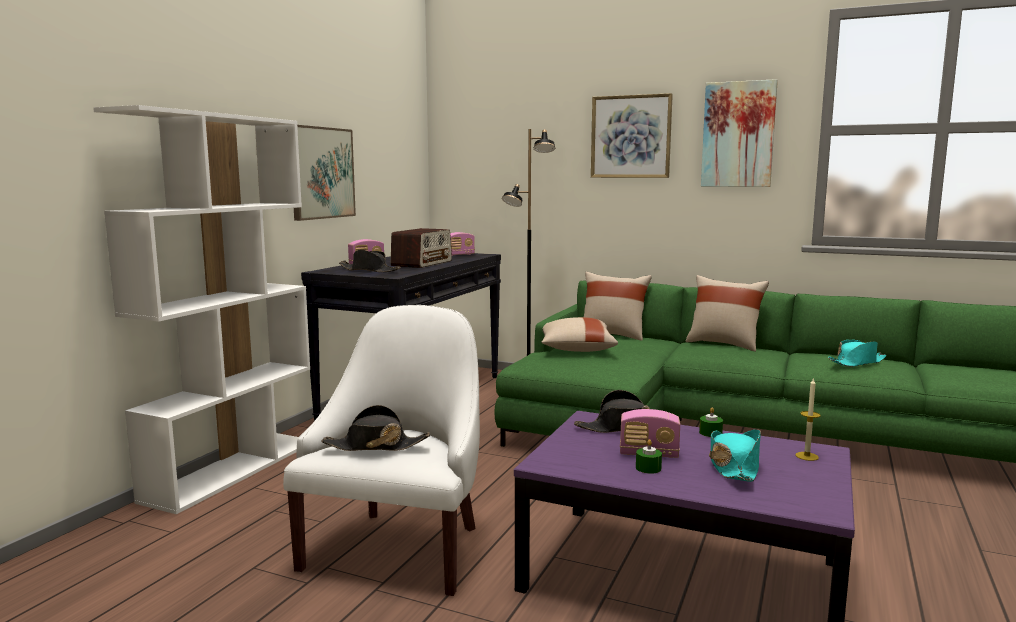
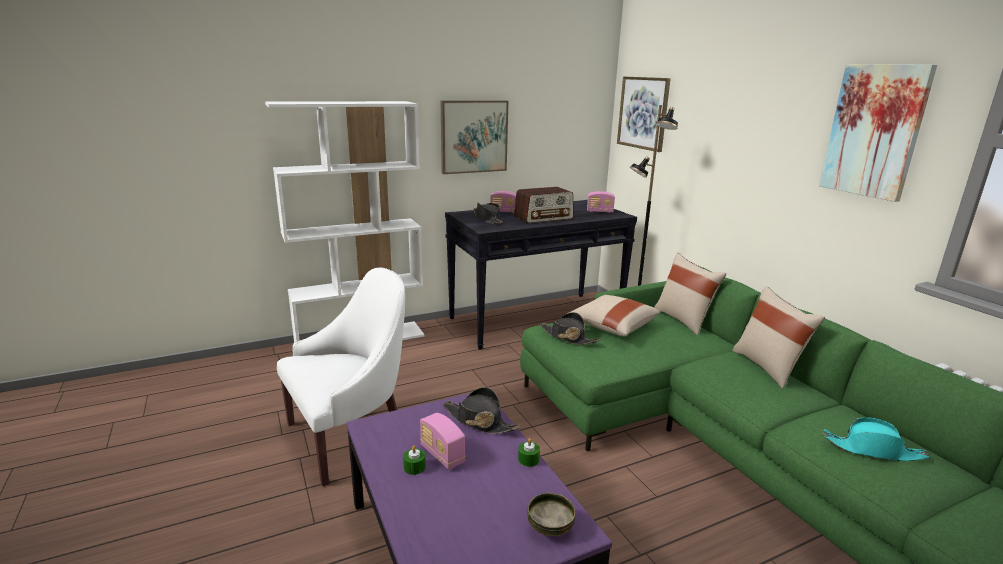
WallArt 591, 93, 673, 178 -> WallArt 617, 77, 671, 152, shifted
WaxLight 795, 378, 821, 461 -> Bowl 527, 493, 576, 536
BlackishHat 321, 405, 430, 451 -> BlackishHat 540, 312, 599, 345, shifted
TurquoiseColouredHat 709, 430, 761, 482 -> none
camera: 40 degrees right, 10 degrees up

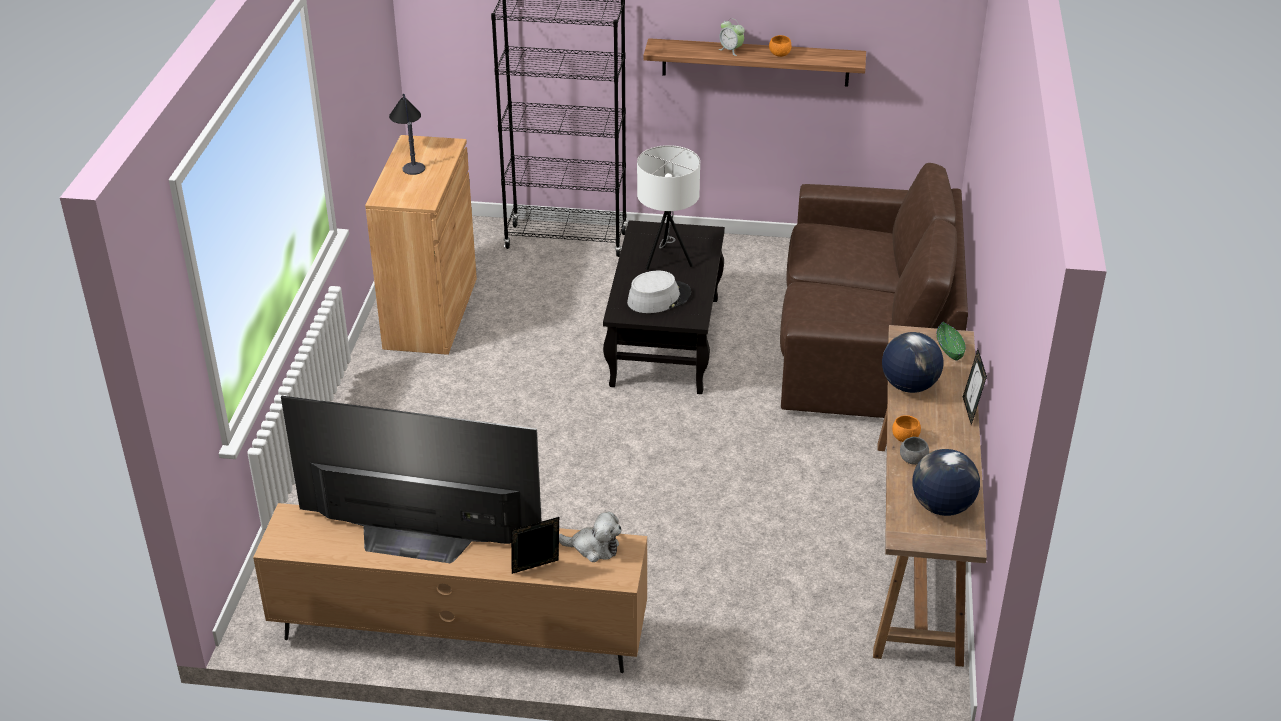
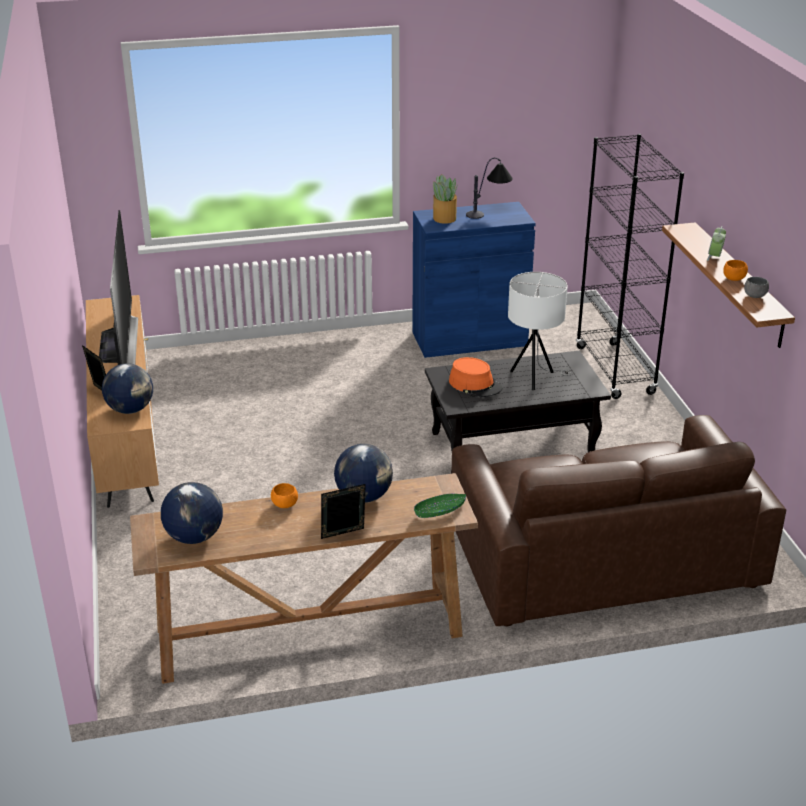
BrownCabinet 365, 135, 477, 355 -> BlueColouredCabinet 412, 202, 536, 358
GrayHat 627, 270, 691, 313 -> OrangeHat 449, 357, 502, 397
GrayBowl 900, 437, 929, 465 -> GrayBowl 744, 277, 769, 298, shifted
PlushToy 559, 512, 621, 562 -> Globe 102, 363, 153, 414
none -> Houseplant 433, 174, 458, 224
camera: 70 degrees right, 5 degrees down

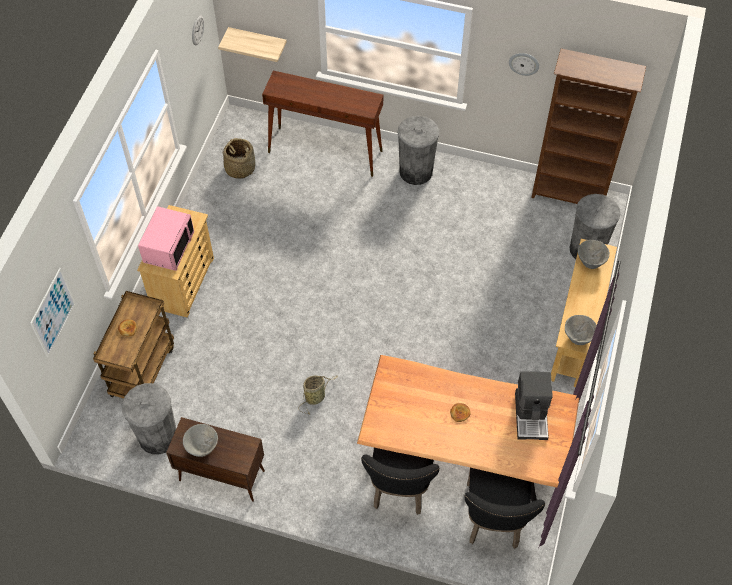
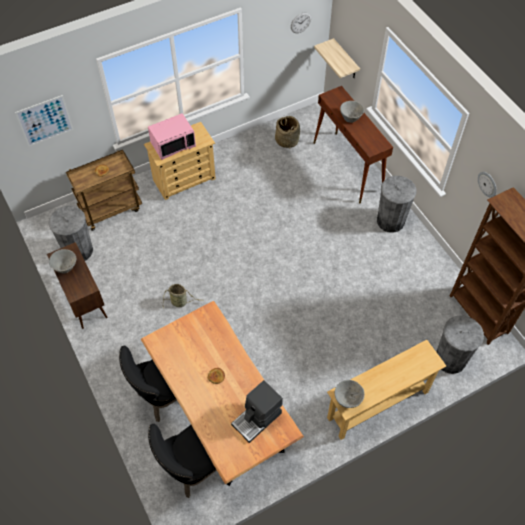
GrayBowl 578, 240, 610, 269 -> GrayBowl 340, 101, 364, 123, shifted
camera: 45 degrees right, 0 degrees up

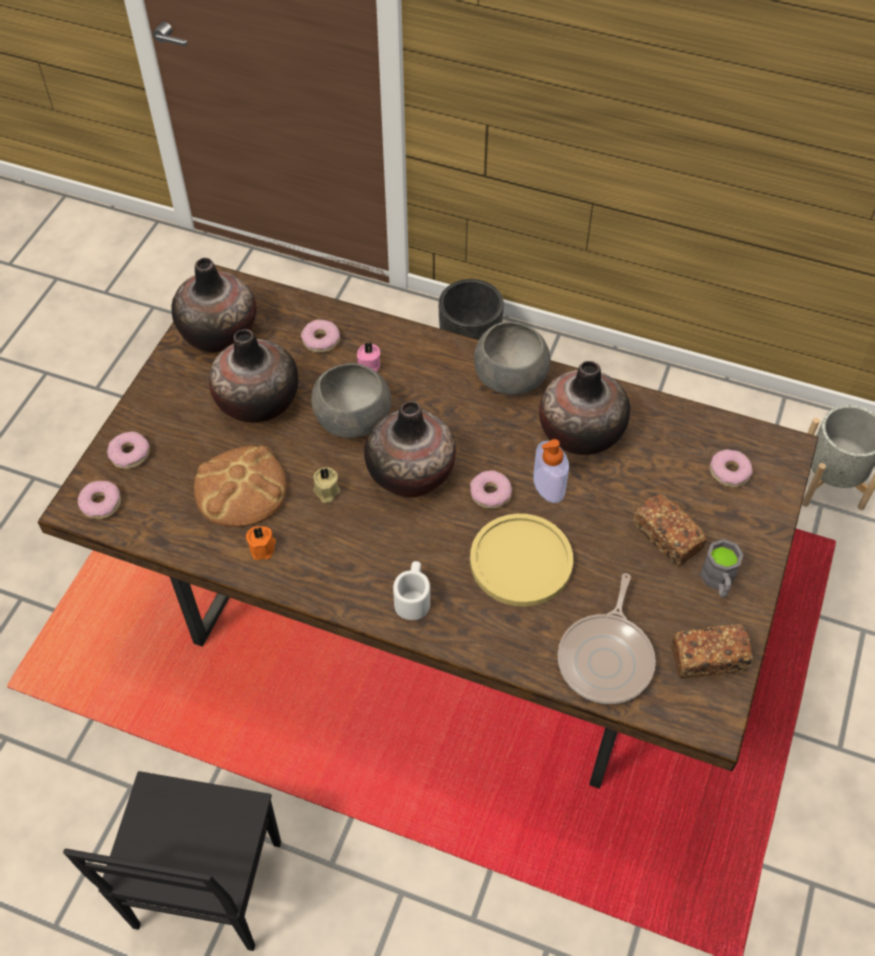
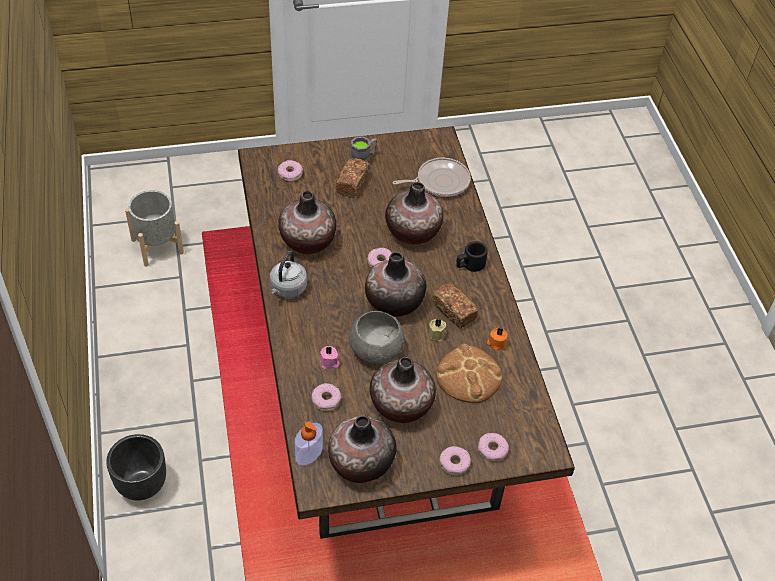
GrayBowl 474, 322, 551, 395 -> GrayKettle 270, 251, 307, 298
LiquidSoapBottle 533, 439, 569, 503 -> LiquidSoapBottle 295, 421, 323, 466, shifted
RingDoughnut 78, 481, 121, 519 -> RingDoughnut 439, 446, 471, 475, shifted
YellowishPlate 470, 514, 573, 607 -> FlowerVase 385, 182, 443, 244
WhiteColouredMug 393, 561, 430, 620 -> BlackishMug 456, 241, 488, 272
BakedBread 671, 624, 753, 679 -> BakedBread 432, 283, 478, 329, shifted
BlackishUprightChair 63, 771, 281, 951 -> none
camera: 125 degrees left, 5 degrees down

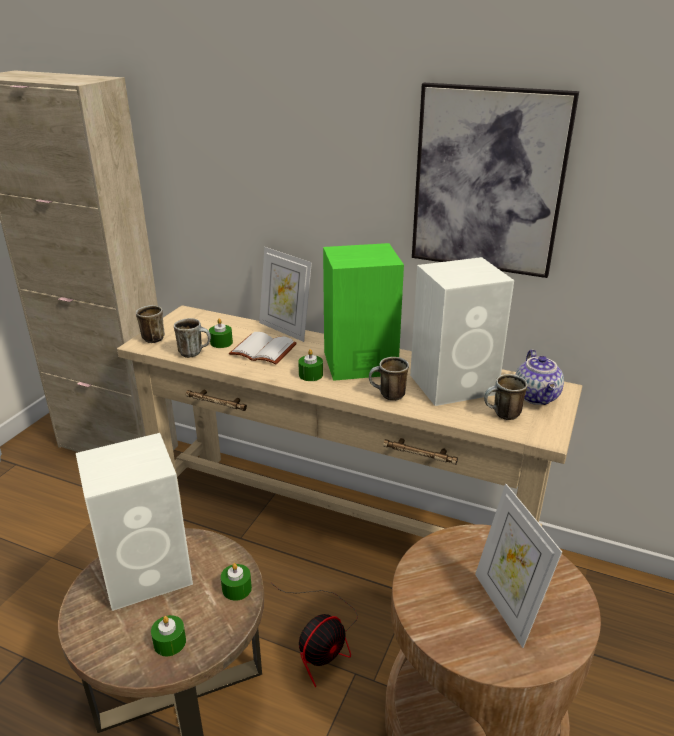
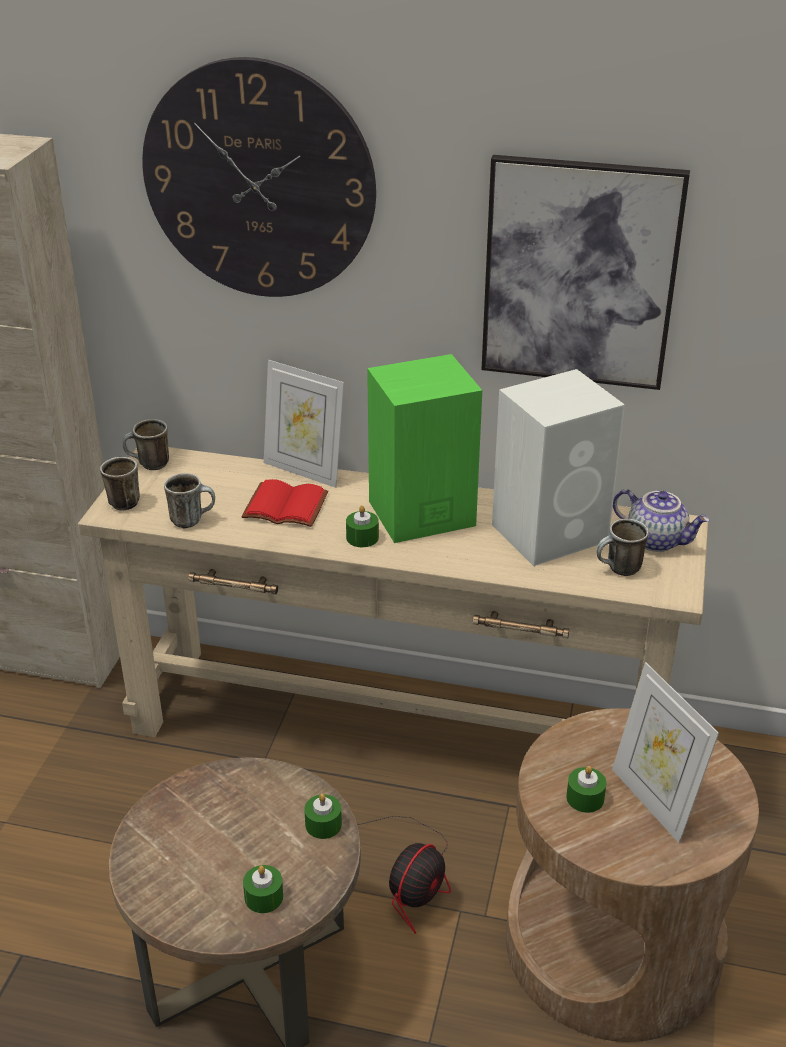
GreenishWaxLight 209, 319, 233, 348 -> GreenishWaxLight 566, 766, 607, 813, shifted
WhiteColouredBook 229, 332, 297, 364 -> RedColouredBook 241, 479, 328, 527
PotForTea 515, 349, 564, 405 -> PotForTea 613, 489, 710, 552, 45 degrees counterclockwise
Mug 369, 357, 409, 401 -> Mug 123, 419, 169, 470, shifted
WhiteColouredLoudspeaker 76, 433, 193, 611 -> none
none -> ClockOnTheWall 142, 57, 376, 297
camera: 10 degrees left, 5 degrees up

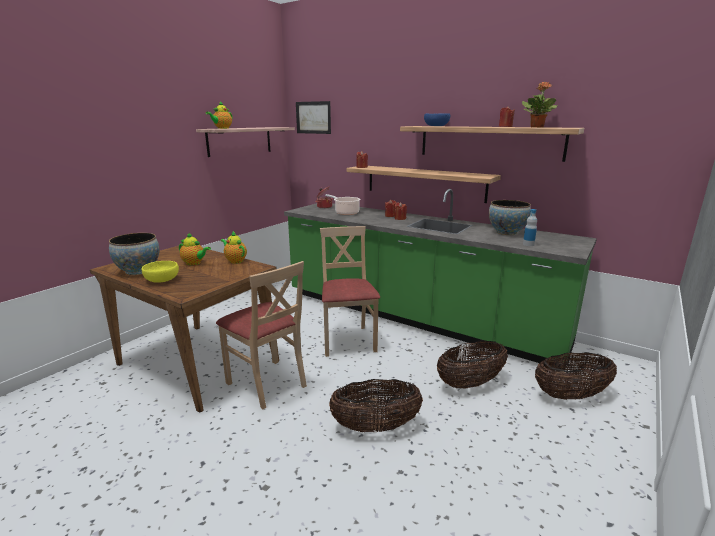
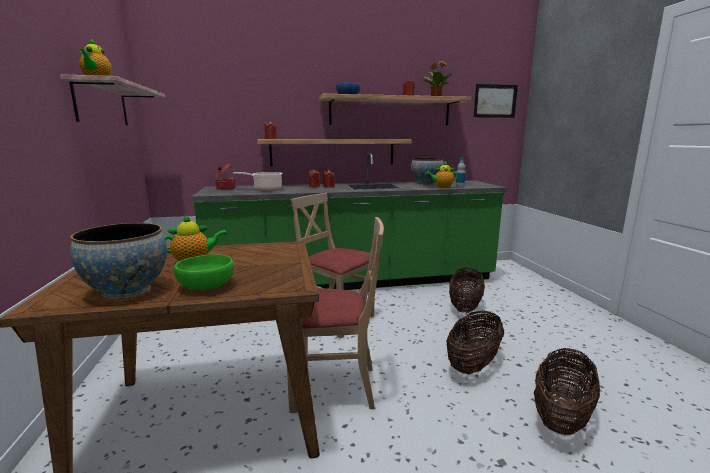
WallArt 296, 101, 331, 134 -> WallArt 474, 84, 518, 118, shifted
PotForTea 220, 231, 247, 264 -> PotForTea 425, 161, 457, 188, shifted
YellowishBowl 142, 261, 179, 283 -> GreenishBowl 174, 254, 234, 290
StorageBasket 535, 352, 617, 400 -> StorageBasket 534, 348, 600, 435, shifted
camera: 45 degrees left, 5 degrees down

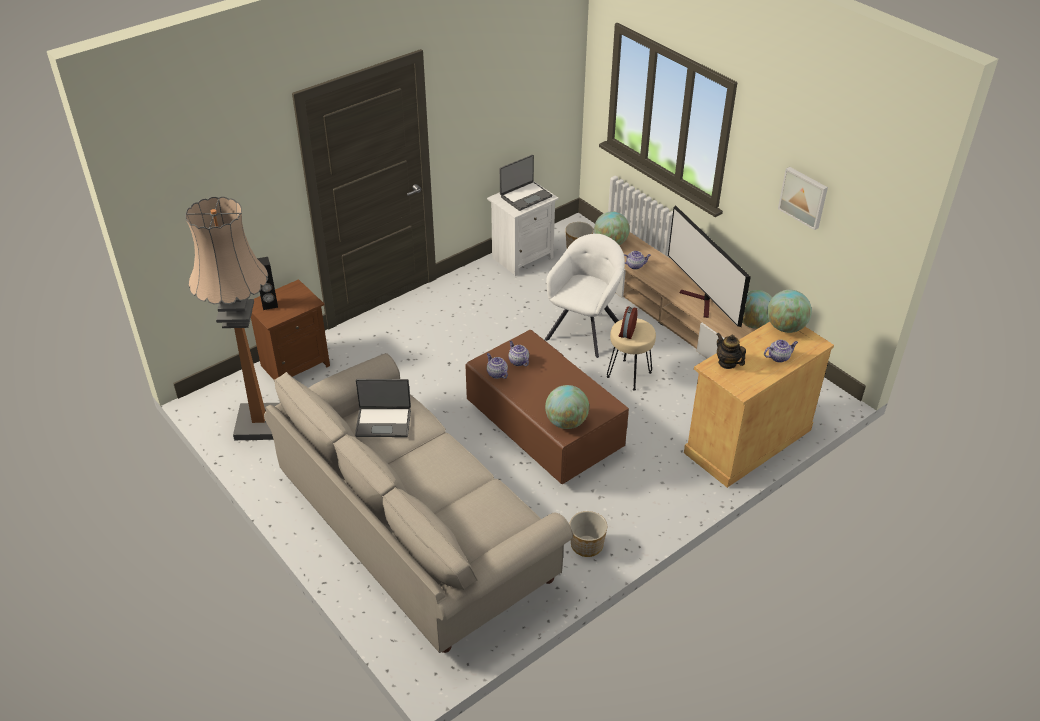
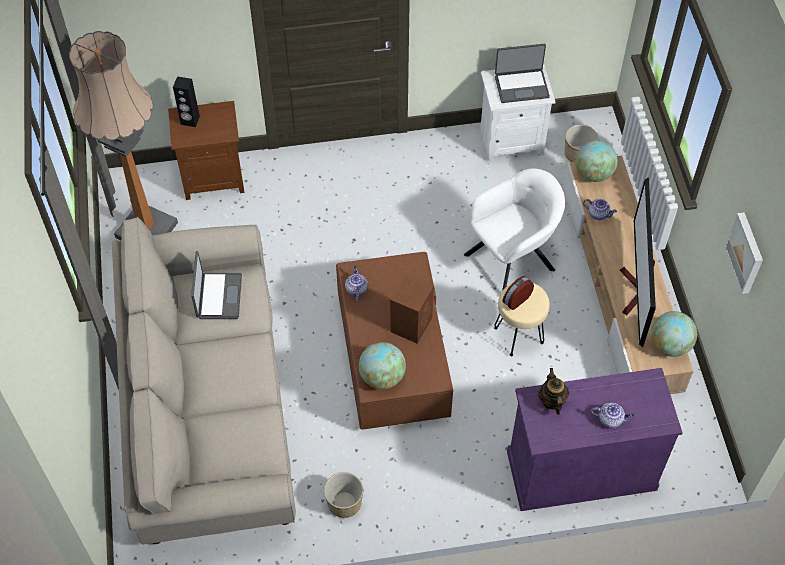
Globe 767, 290, 812, 333 -> none
BeigeCabinet 684, 322, 834, 488 -> PurplishCabinet 507, 368, 683, 511
PotForTea 508, 341, 529, 366 -> none
Laptop 355, 379, 411, 437 -> Laptop 191, 251, 242, 319, 120 degrees counterclockwise
none -> BrownLoudspeaker 390, 273, 434, 344
camera: 30 degrees right, 15 degrees up

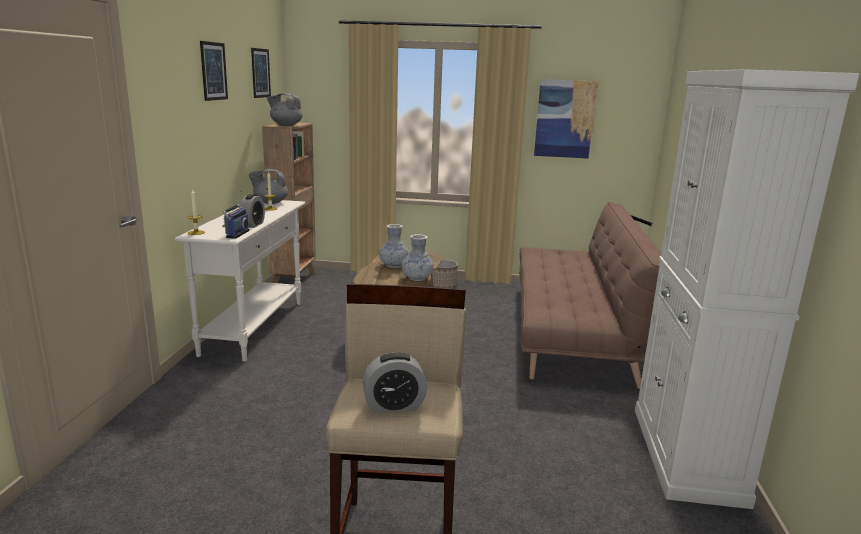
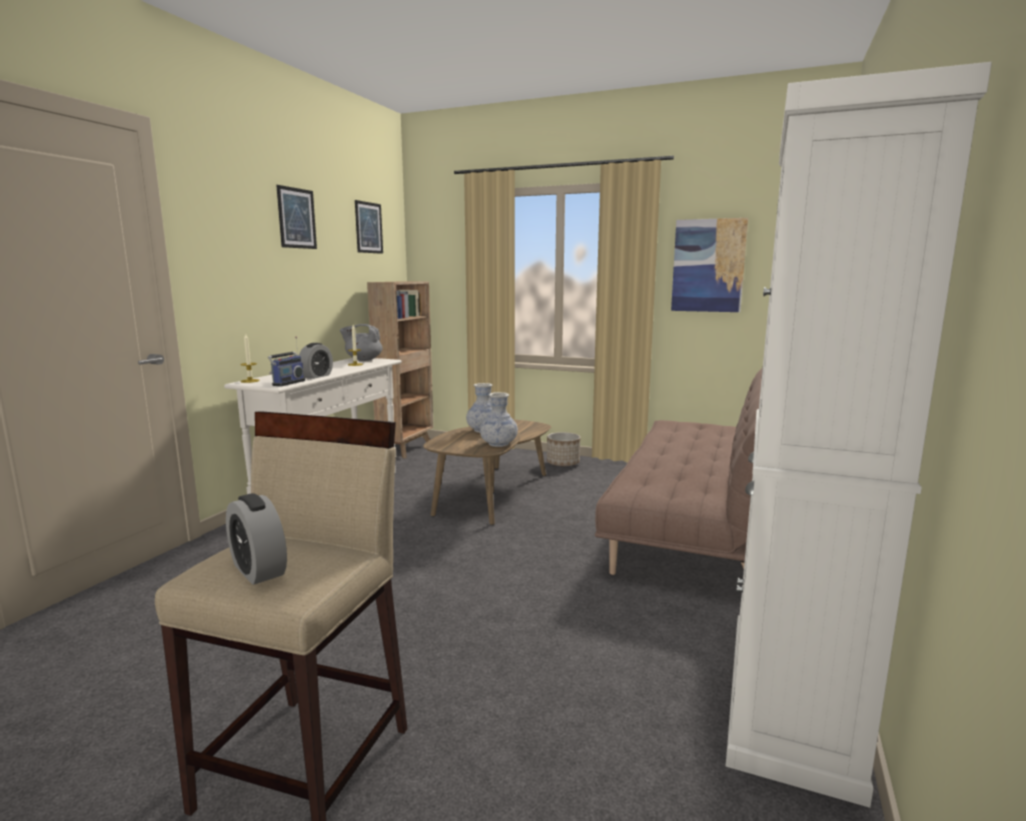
GrayPotForTea 267, 93, 303, 126 -> none
AlarmClock 363, 352, 427, 413 -> AlarmClock 226, 493, 287, 585, 45 degrees clockwise
camera: 15 degrees right, 5 degrees down

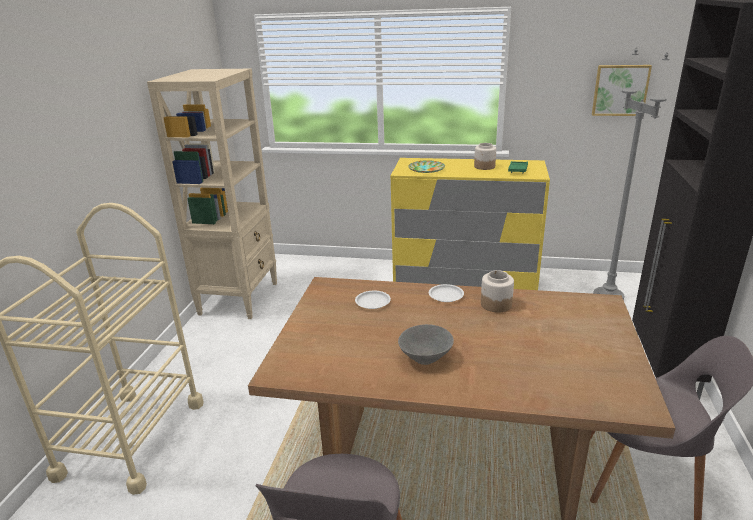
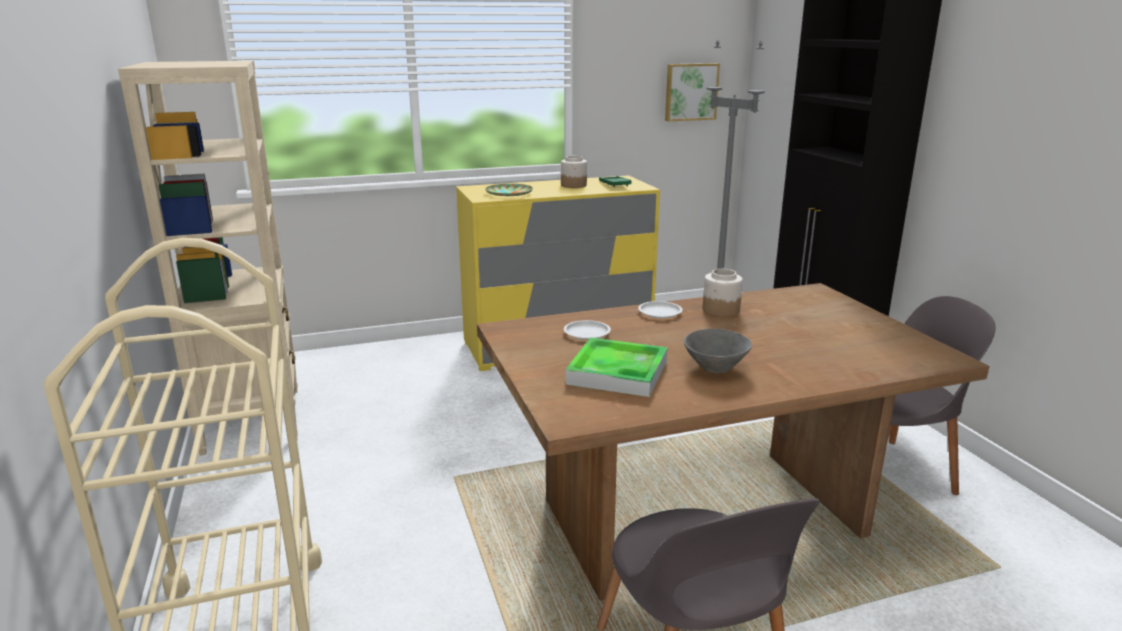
none -> ServingTray 566, 337, 668, 397
camera: 30 degrees left, 5 degrees down

